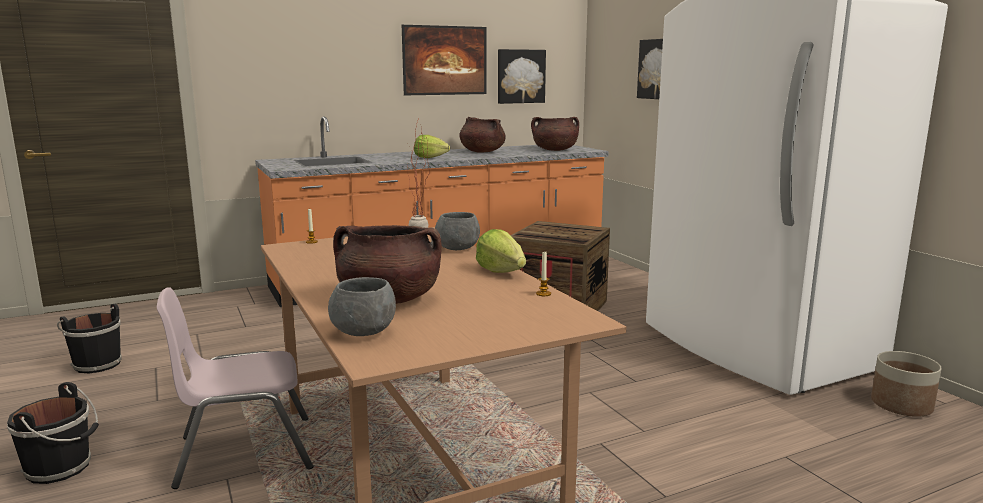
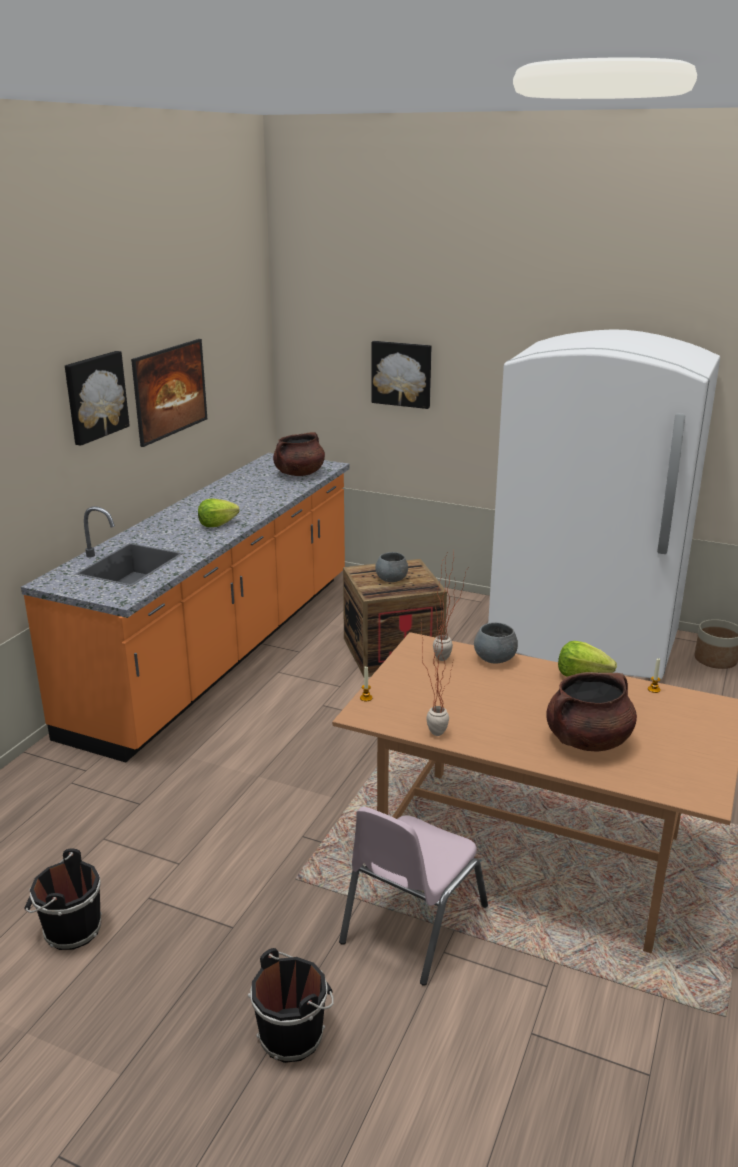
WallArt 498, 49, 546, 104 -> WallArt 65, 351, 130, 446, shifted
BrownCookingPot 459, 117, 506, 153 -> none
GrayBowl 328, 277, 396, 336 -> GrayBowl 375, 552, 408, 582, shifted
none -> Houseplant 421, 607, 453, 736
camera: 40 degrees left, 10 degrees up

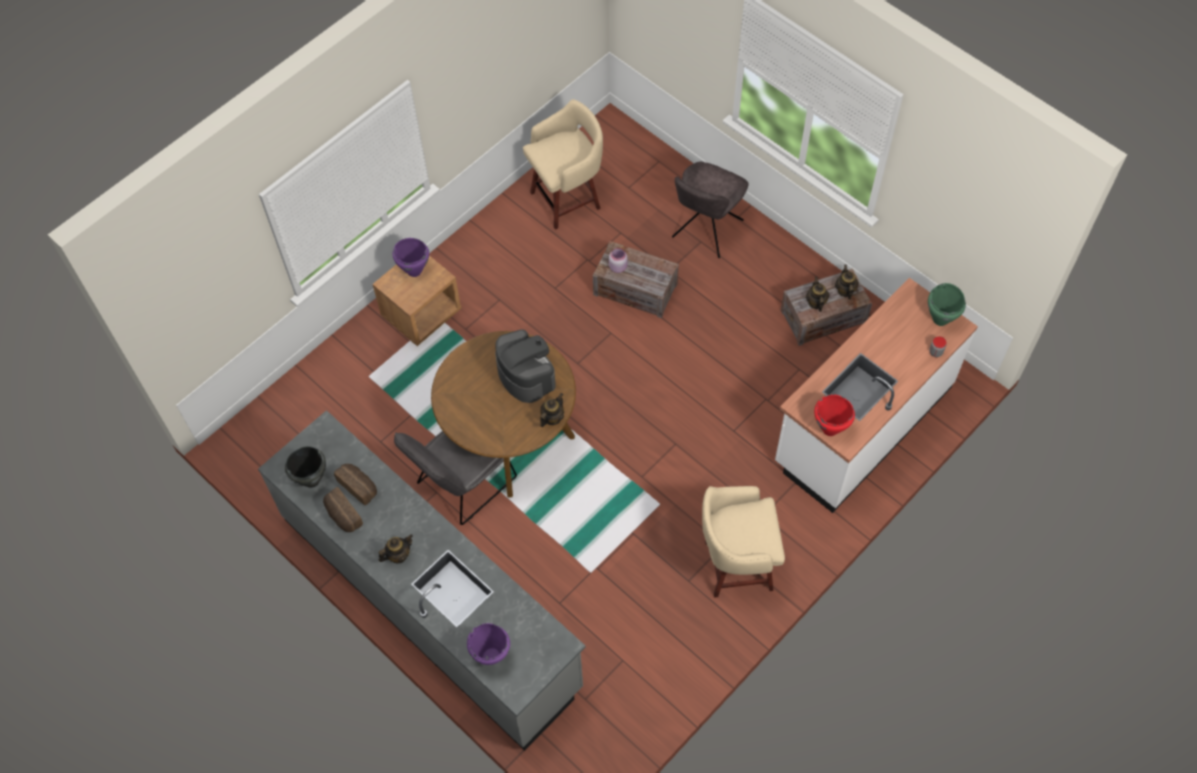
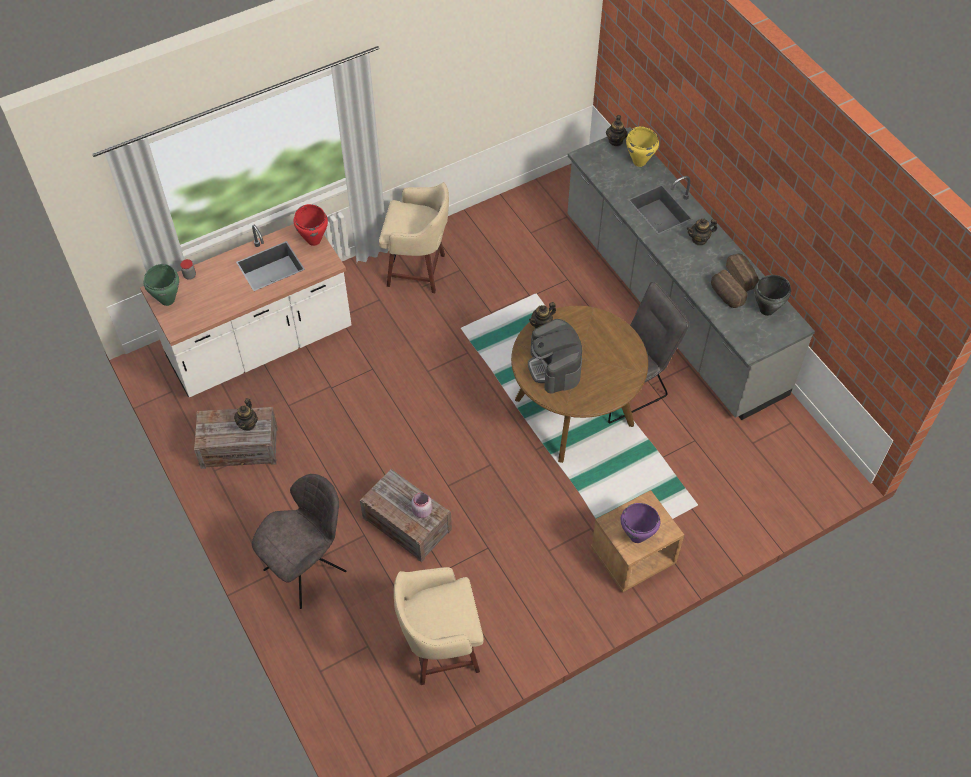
PotForTea 835, 265, 859, 300 -> PotForTea 606, 115, 628, 146, shifted
PurplishCookingPot 467, 623, 510, 665 -> YellowishCookingPot 626, 126, 659, 167
camera: 165 degrees left, 5 degrees down

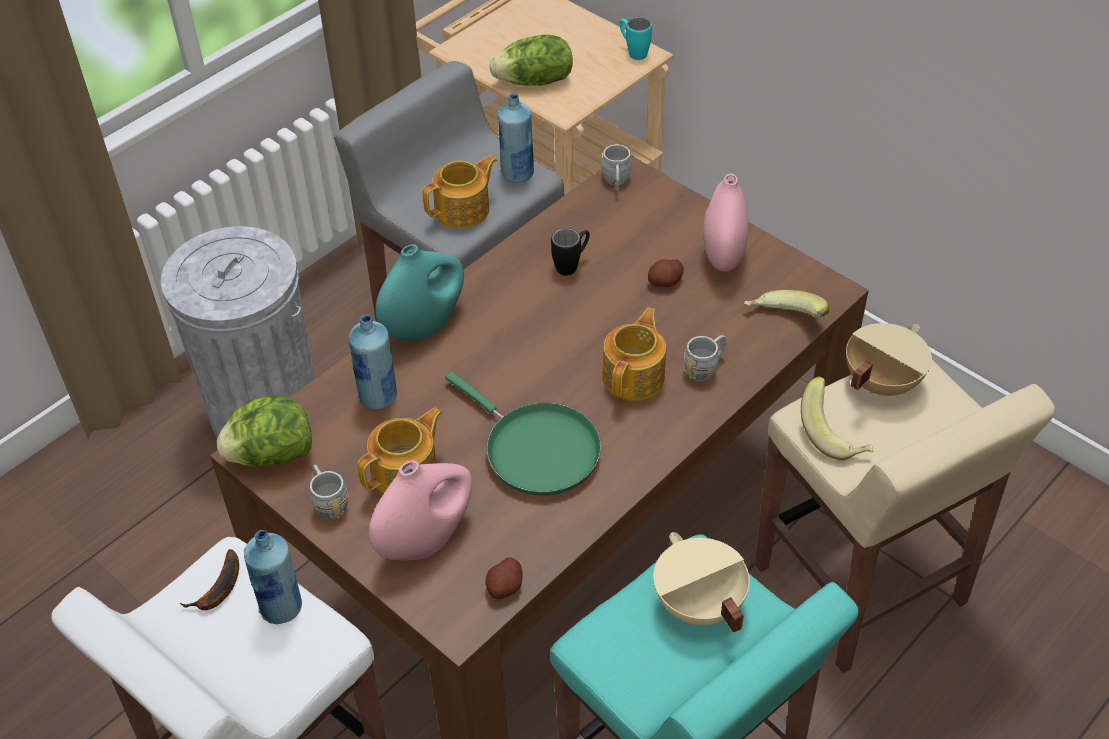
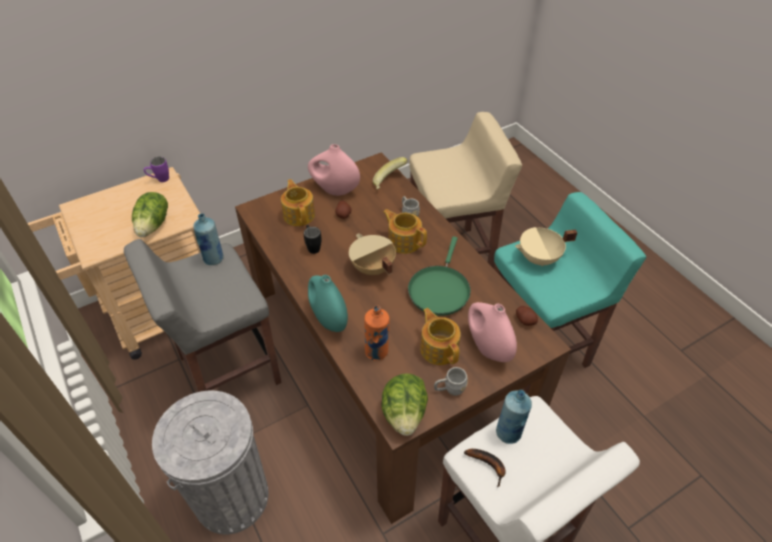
TurquoiseColouredMug 620, 17, 652, 60 -> PurplishMug 144, 157, 169, 182
GrayMug 601, 144, 632, 191 -> none
PotForTea 422, 155, 497, 229 -> PotForTea 281, 179, 315, 226, shifted
BlueColouredDrinkBottle 349, 315, 397, 409 -> OrangeDrinkBottle 364, 305, 390, 361
BeigeCookingPot 846, 323, 932, 396 -> BeigeCookingPot 349, 234, 396, 275, shifted
GreenishPan 445, 371, 601, 496 -> GreenishPan 408, 236, 471, 316, 135 degrees clockwise
Banana 801, 376, 873, 460 -> none
camera: 75 degrees left, 0 degrees up

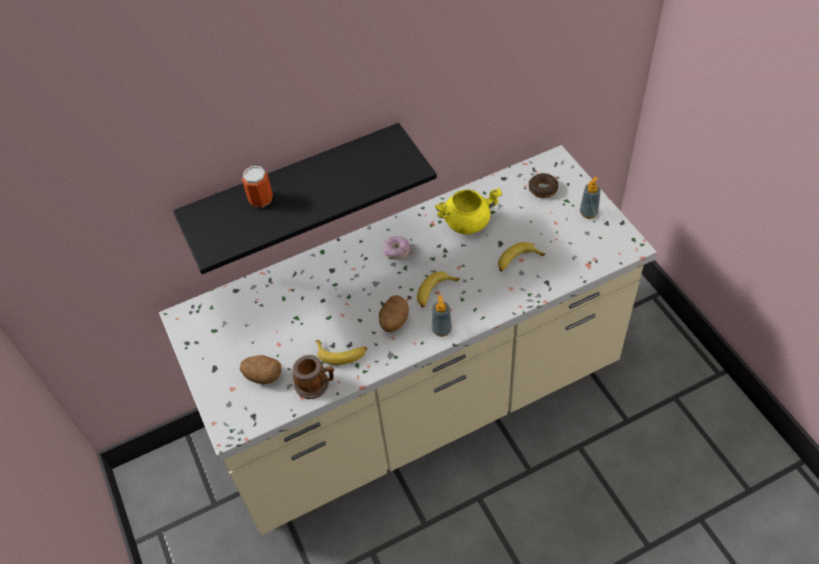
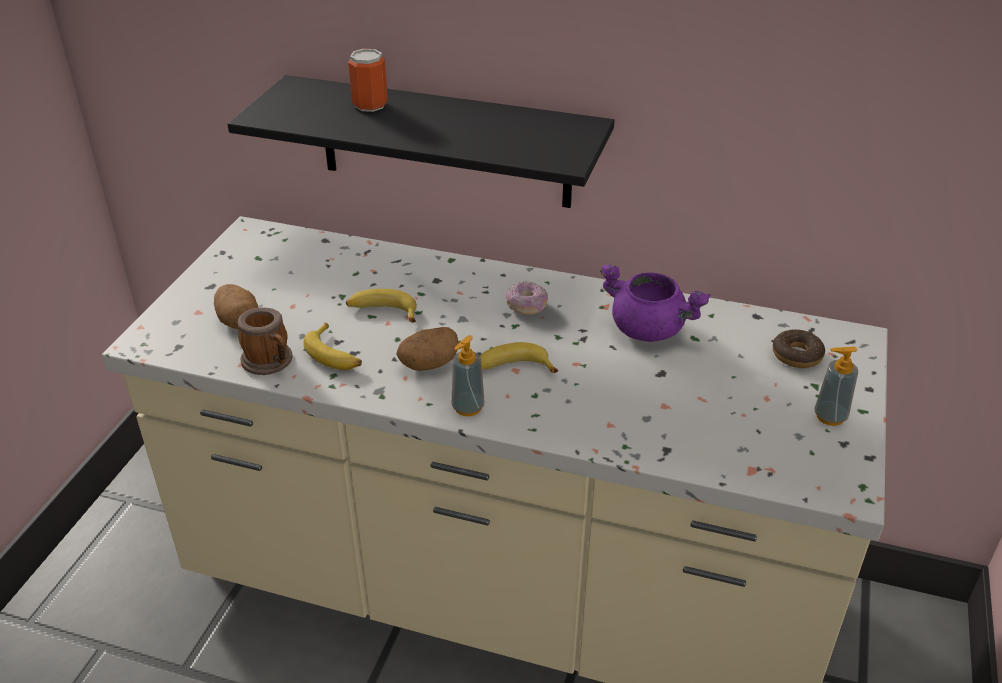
YellowishCookingPot 435, 188, 502, 234 -> PurplishCookingPot 600, 264, 711, 342
Banana 498, 242, 545, 271 -> Banana 346, 289, 417, 323, shifted
camera: 40 degrees right, 15 degrees down

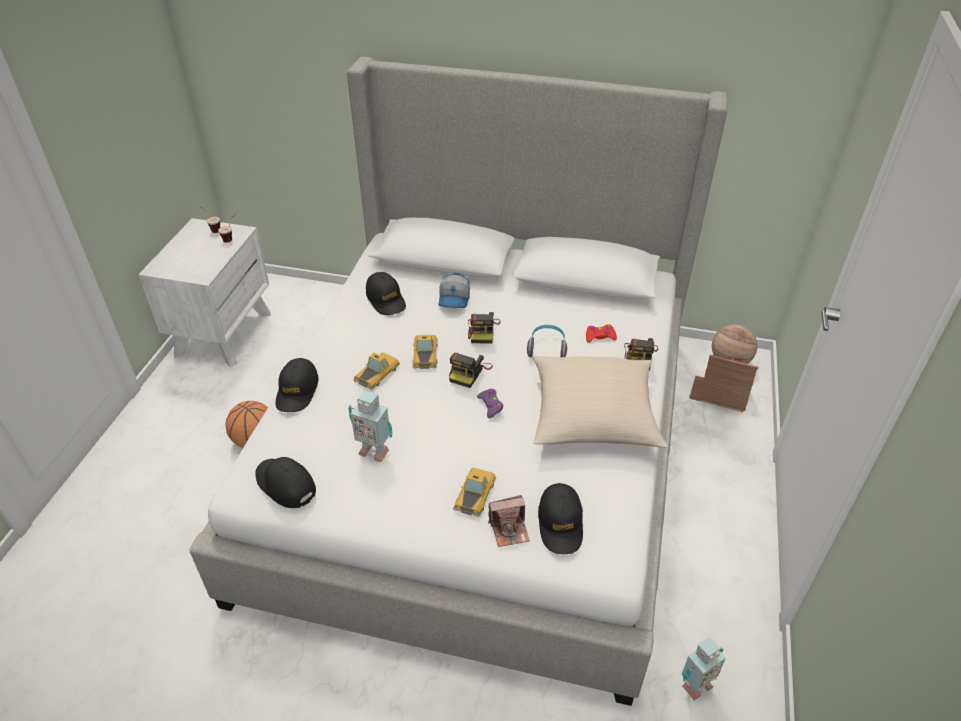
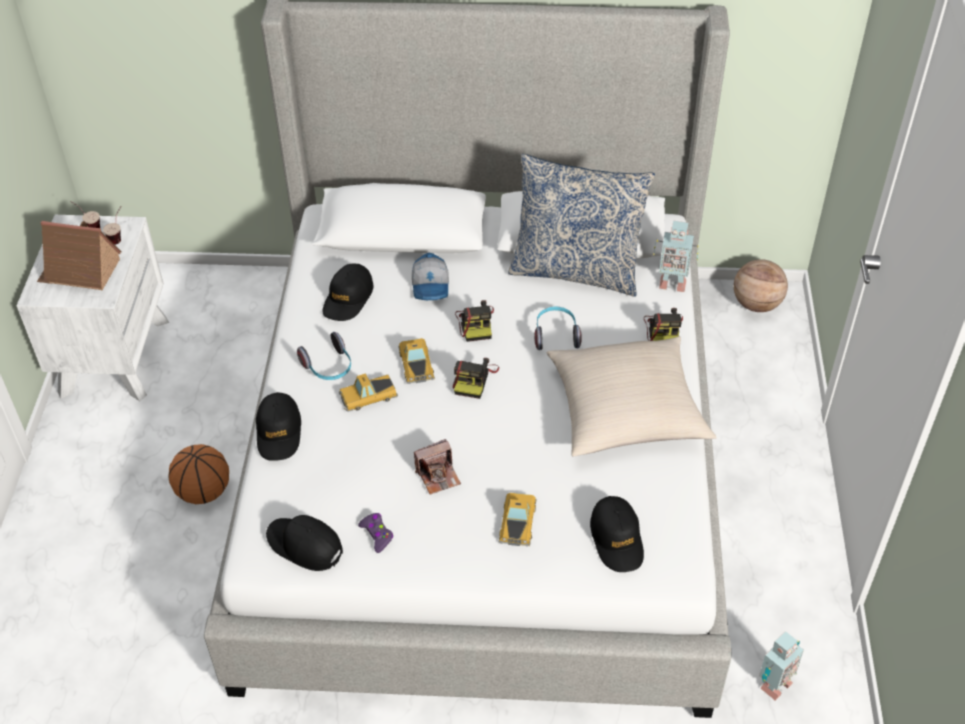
BlackishCap 366, 272, 406, 315 -> BlackishCap 323, 264, 374, 321, 60 degrees clockwise
RedColouredJoypad 586, 324, 617, 343 -> none
ModelCar 353, 352, 400, 390 -> ModelCar 339, 373, 398, 412, 135 degrees counterclockwise
ToyHouse 689, 355, 759, 412 -> ToyHouse 37, 221, 122, 291, shifted
PurplishJoypad 477, 389, 503, 418 -> PurplishJoypad 358, 513, 393, 553, shifted
RobotFigure 348, 390, 392, 462 -> RobotFigure 653, 221, 699, 292, shifted
StillCamera 488, 495, 530, 547 -> StillCamera 414, 439, 461, 494, shifted
none -> Cushion 508, 154, 655, 297
none -> Headset 297, 332, 351, 380
camera: 10 degrees left, 5 degrees up

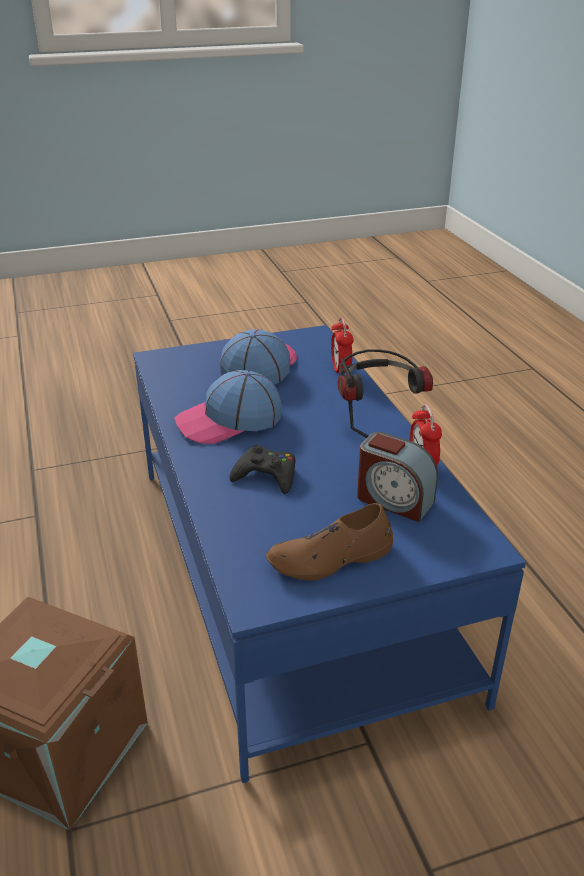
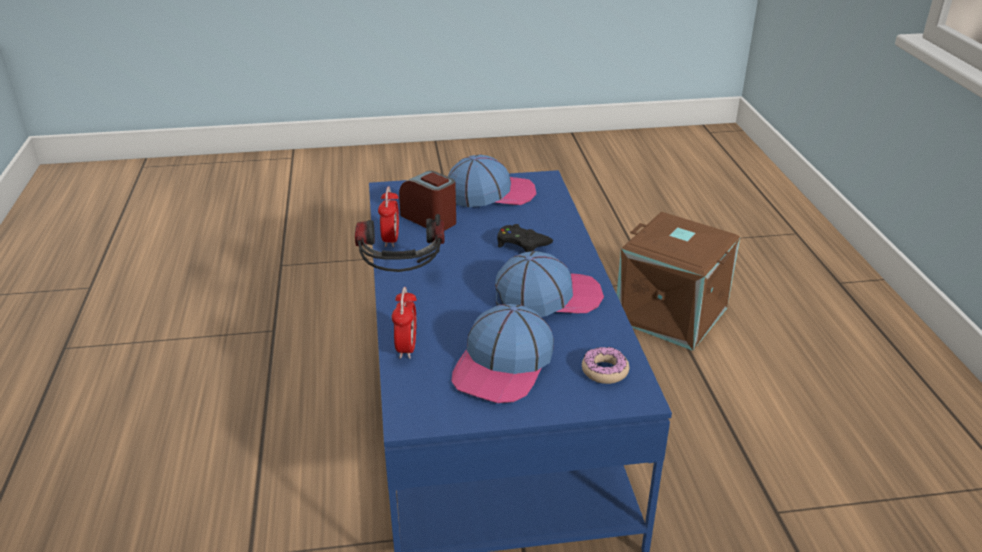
BrownLowShoe 266, 503, 393, 581 -> Cap 448, 155, 537, 207
none -> RingDoughnut 582, 347, 629, 384
camera: 170 degrees left, 0 degrees up

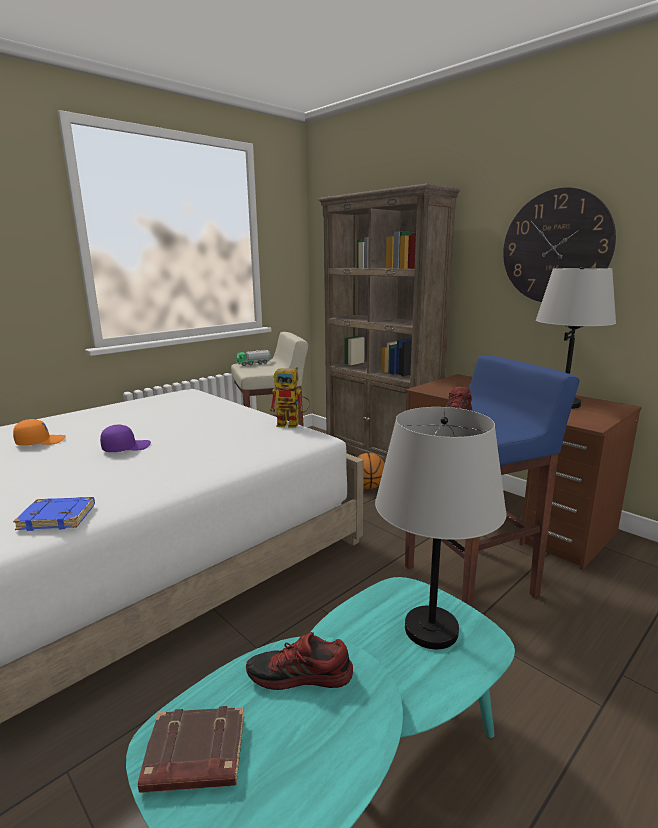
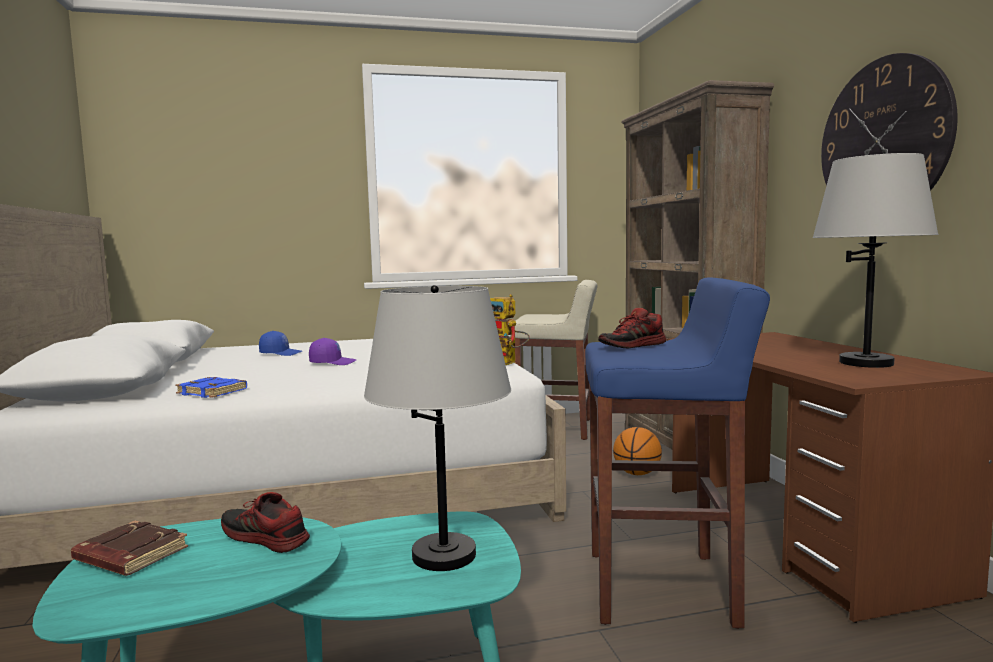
ModelTruck 236, 350, 271, 366 -> none
OrangeCap 13, 419, 66, 446 -> BlueColouredCap 259, 331, 302, 356
camera: 30 degrees right, 10 degrees down

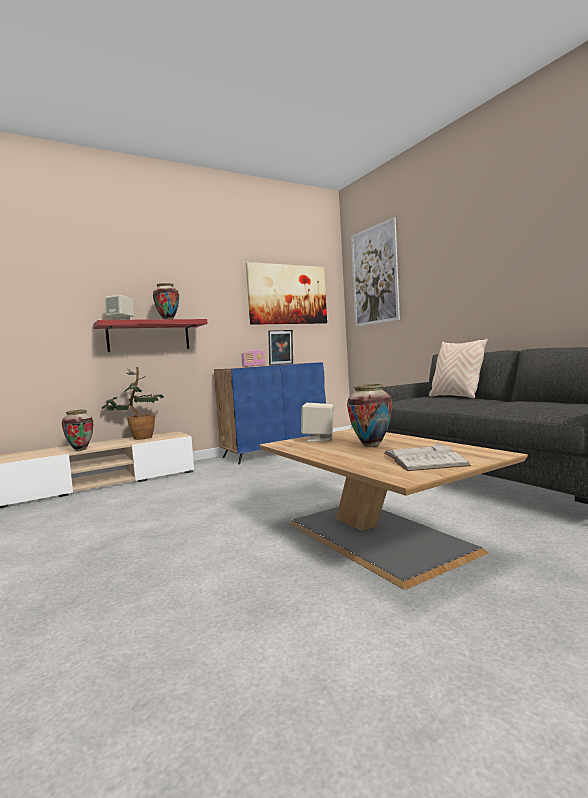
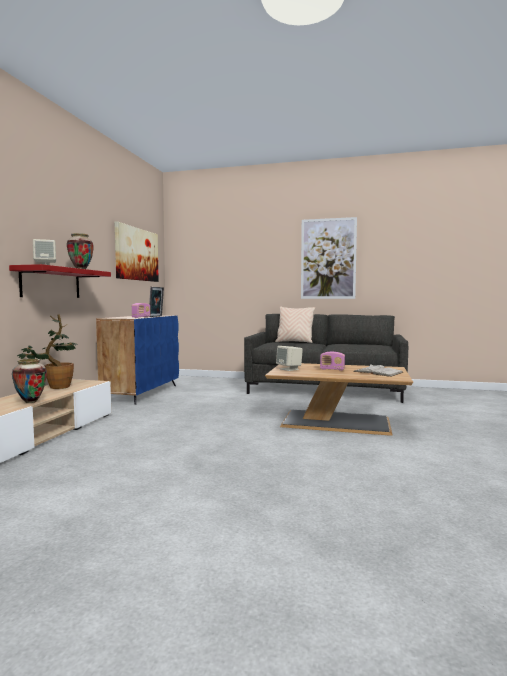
WallArt 351, 217, 400, 327 -> WallArt 301, 217, 357, 299, shifted
FlowerVase 347, 384, 392, 447 -> Radio 320, 352, 345, 371
camera: 45 degrees left, 0 degrees up

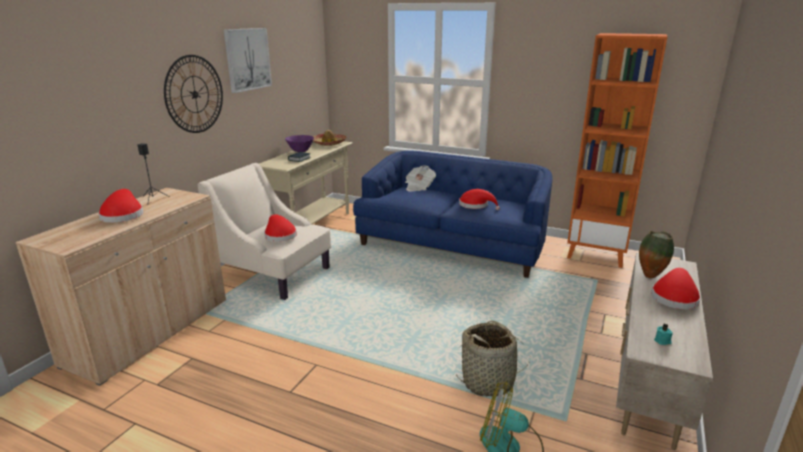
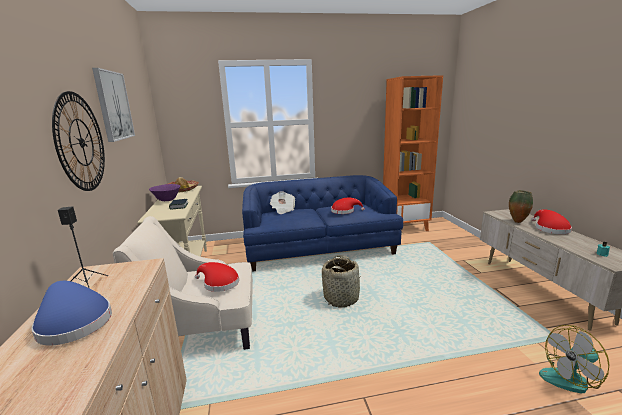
RedColouredHat 98, 189, 144, 223 -> BlueColouredHat 31, 281, 112, 345
StorageBasket 456, 321, 529, 397 -> StorageBasket 322, 255, 361, 308, shifted
camera: 35 degrees left, 5 degrees down

